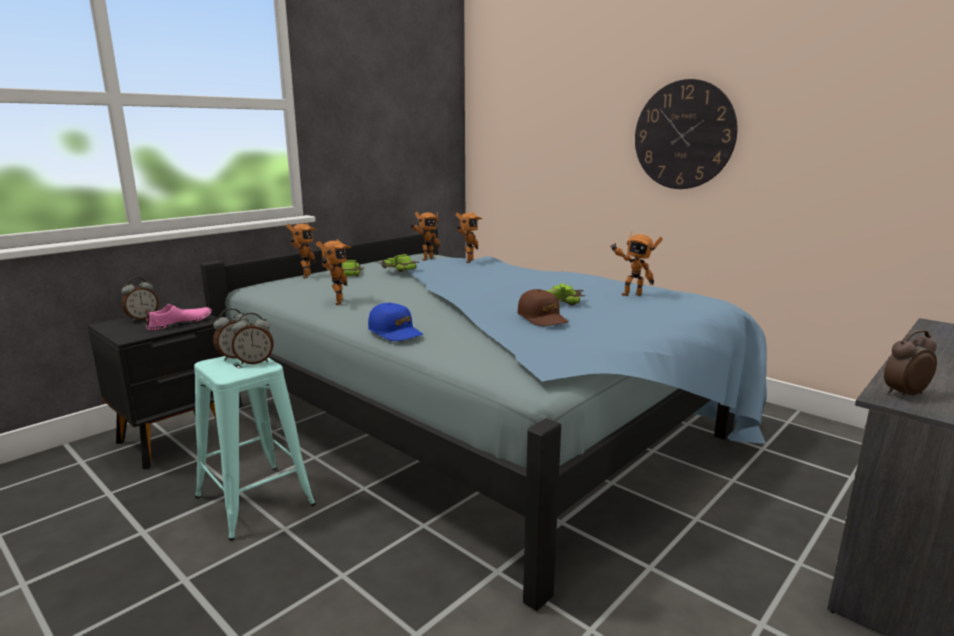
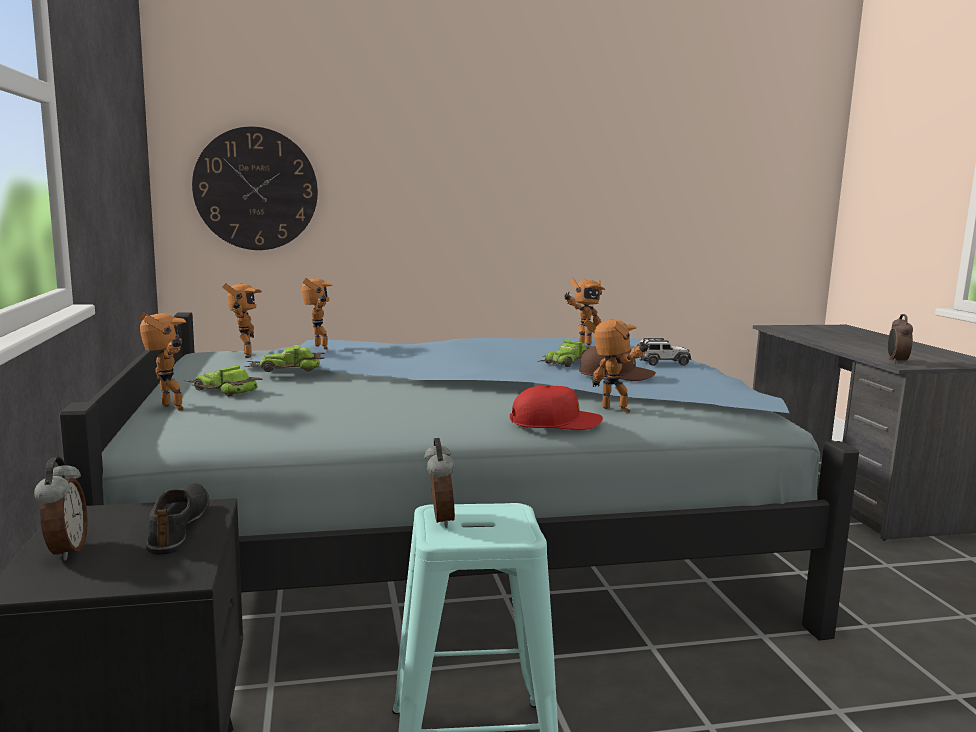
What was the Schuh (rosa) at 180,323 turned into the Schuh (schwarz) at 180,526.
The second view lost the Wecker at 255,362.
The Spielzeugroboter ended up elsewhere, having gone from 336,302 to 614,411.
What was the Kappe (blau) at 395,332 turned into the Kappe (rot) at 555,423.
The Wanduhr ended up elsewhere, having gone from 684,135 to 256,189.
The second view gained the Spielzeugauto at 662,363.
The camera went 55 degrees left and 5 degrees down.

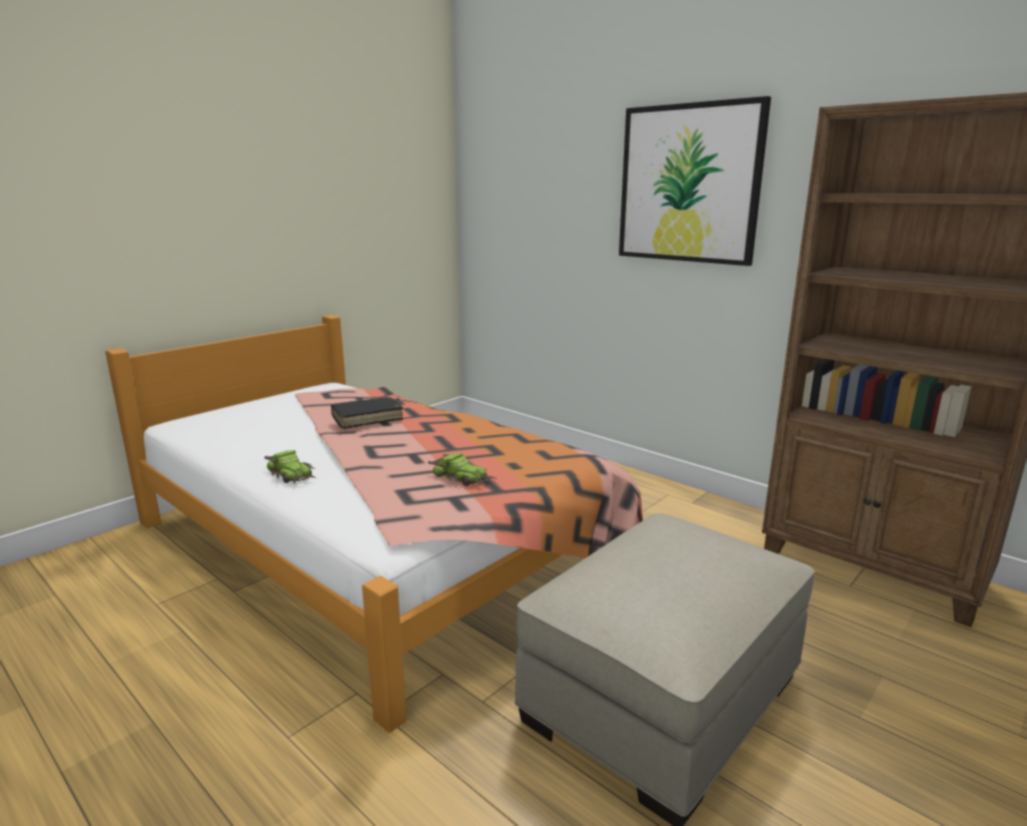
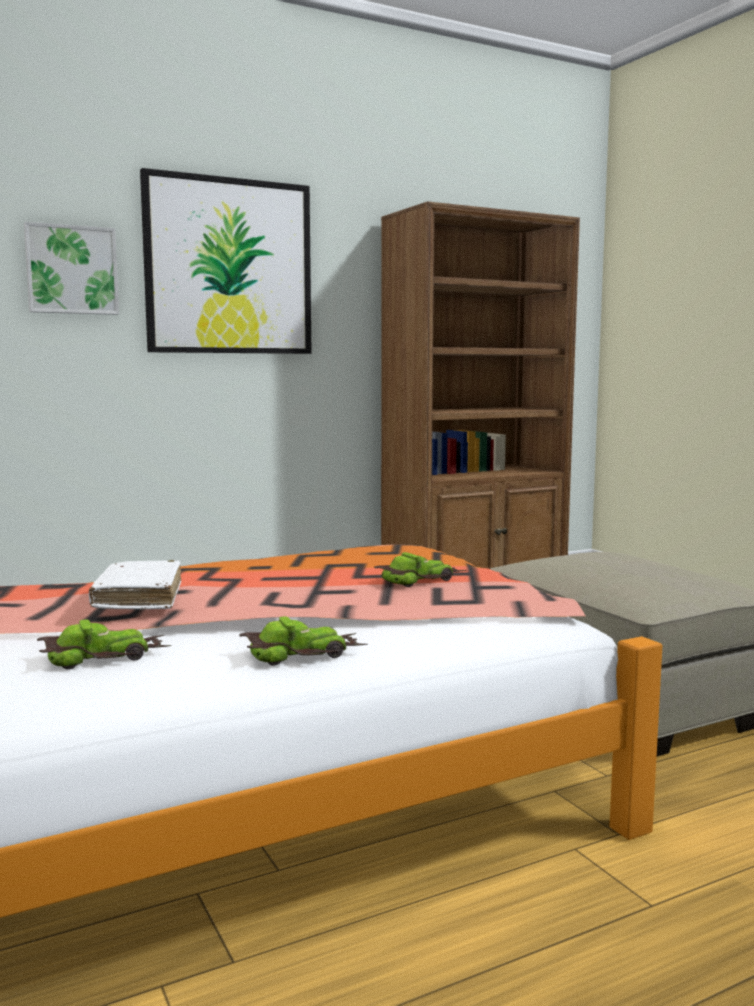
What was the Buch (schwarz) at 367,419 turned into the Buch (weiß) at 139,597.
The second view gained the Bild at 71,270.
The second view gained the Spielzeugauto at 104,657.
The camera went 70 degrees left and 10 degrees down.

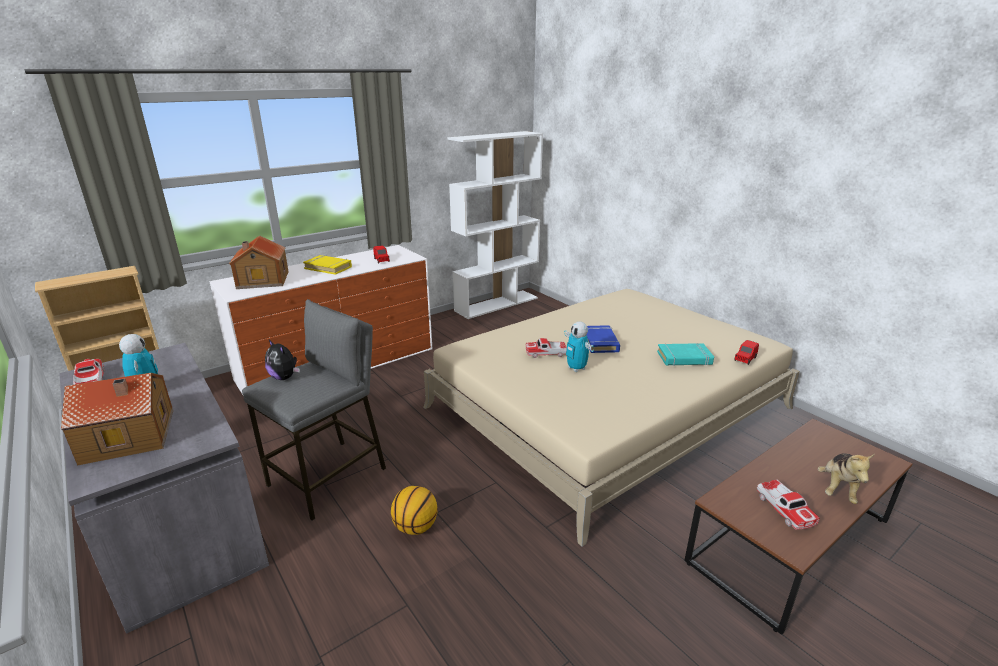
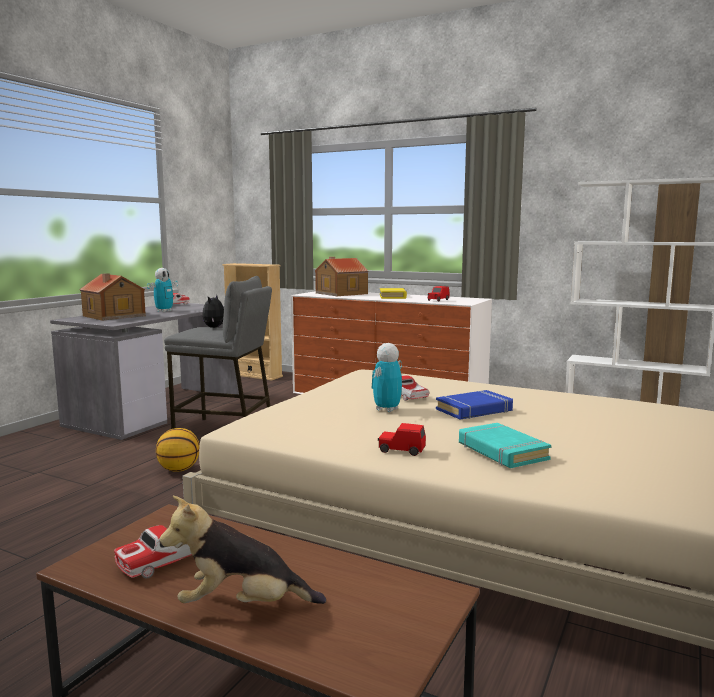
The Spielzeugauto (rot) ended up elsewhere, having gone from 745,359 to 401,450.
The camera went 65 degrees right and 15 degrees down.

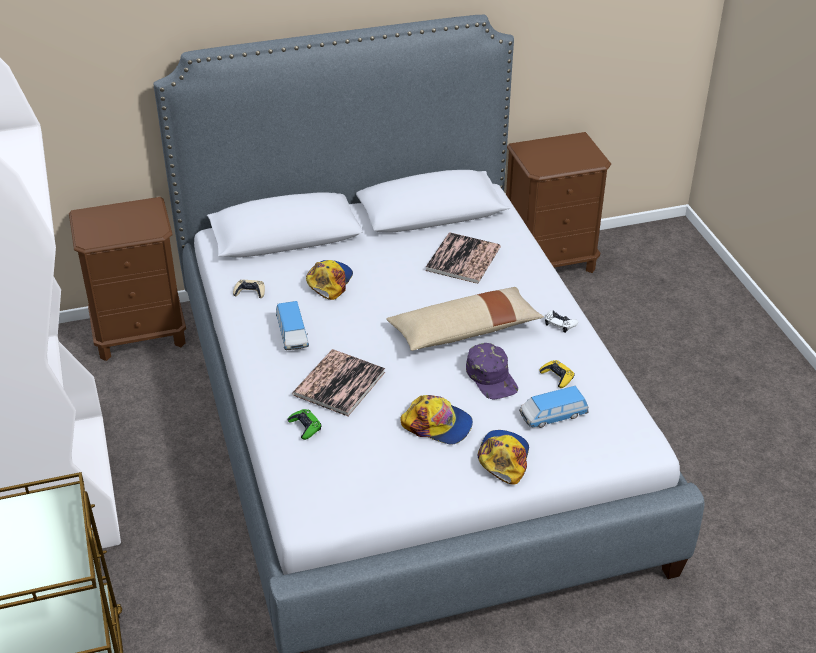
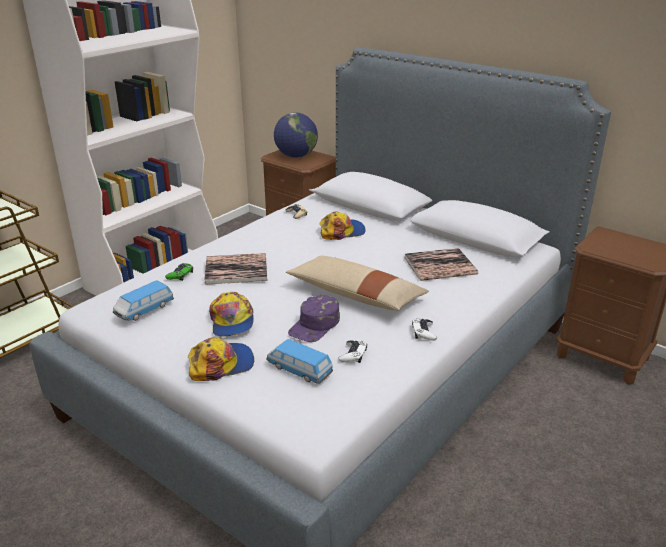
The Spielzeugauto ended up elsewhere, having gone from 292,335 to 144,310.
What was the Gamepad (gelb) at 557,376 turned into the Gamepad (weiß) at 353,354.
The second view gained the Globus at 296,156.
The camera went 55 degrees right and 10 degrees down.

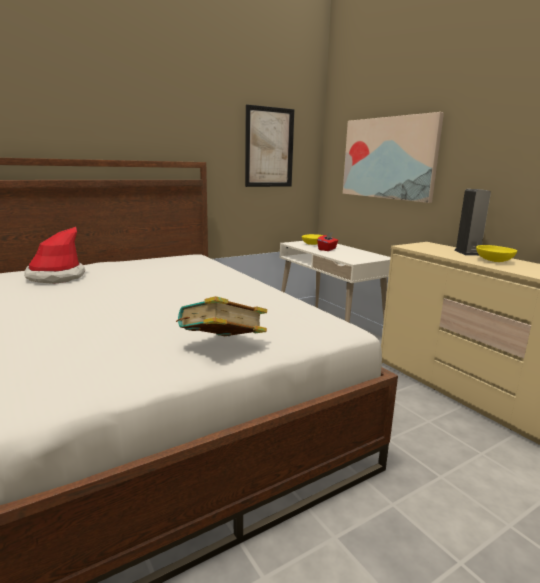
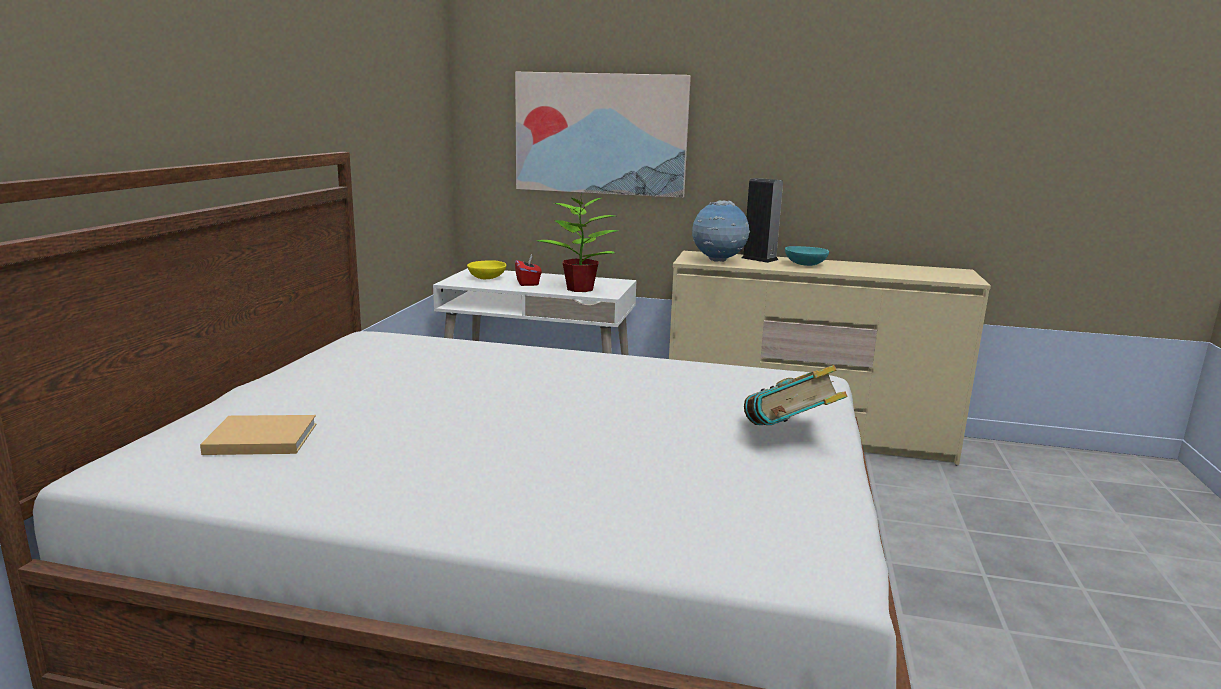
Where the Hut stood at 56,277, the Buch (beige) came to stand at 258,439.
The second view lost the Bild at 269,147.
What was the Schüssel (gelb) at 494,261 turned into the Schüssel (türkis) at 804,265.
The second view gained the Topfpflanze at 581,289.
The second view gained the Globus at 718,261.
The camera went 45 degrees left and 0 degrees up.

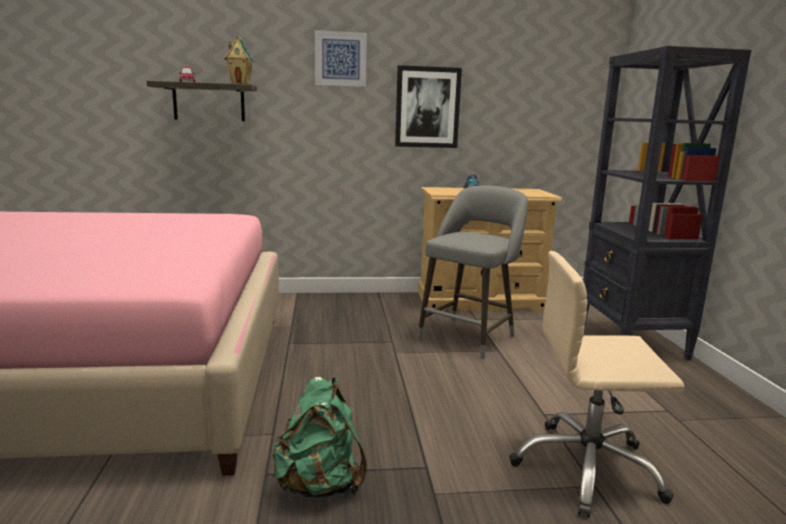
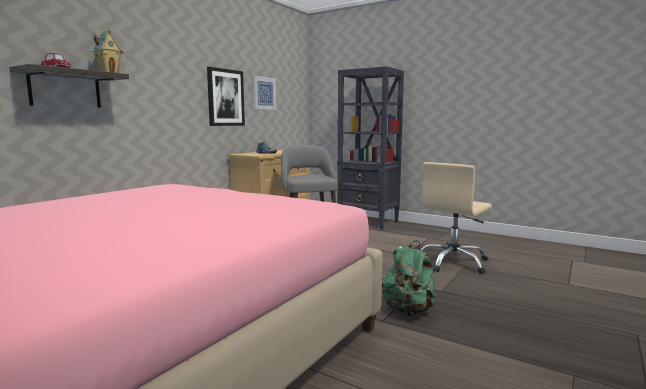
The Bild ended up elsewhere, having gone from 340,59 to 264,93.
The camera went 50 degrees left and 5 degrees down.

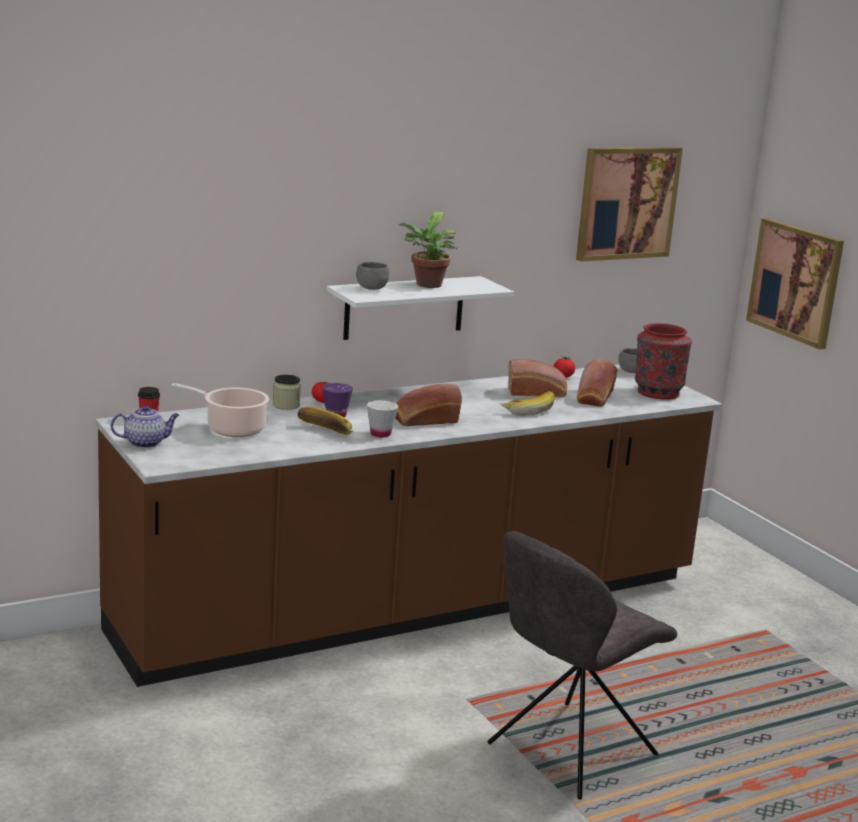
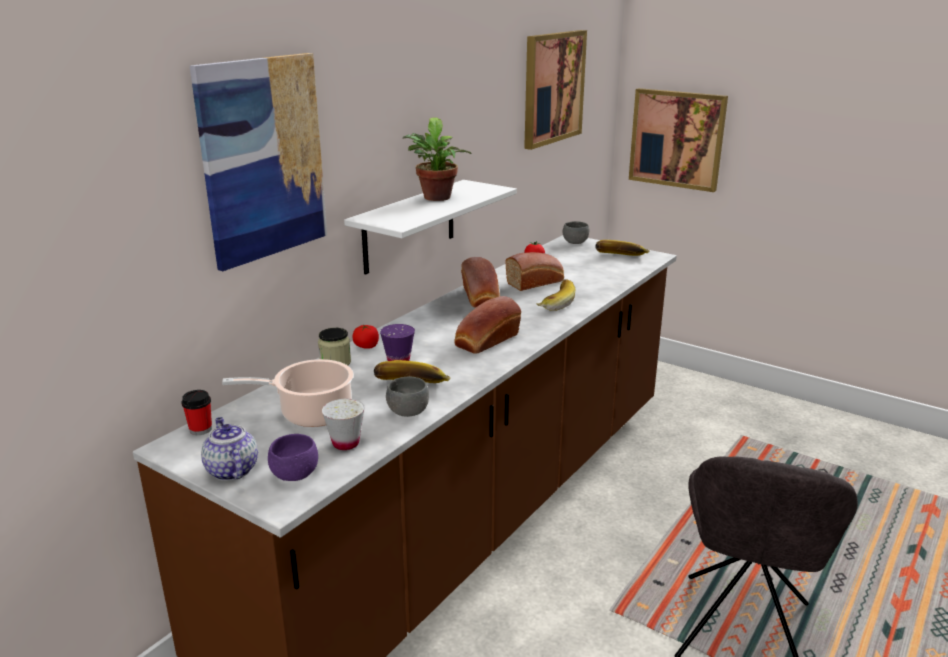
The Teekanne at 146,443 ended up facing another way, 75 degrees counterclockwise from before.
The Schüssel (grau) ended up elsewhere, having gone from 371,288 to 408,412.
The Tasse (weiß) ended up elsewhere, having gone from 380,434 to 345,443.
The Brot ended up elsewhere, having gone from 594,398 to 481,297.
Where the Vase (rot) stood at 657,392, the Banane came to stand at 620,257.
The second view gained the Bild at 263,159.
The second view gained the Schüssel (lila) at 294,475.
The camera went 25 degrees left and 5 degrees up.

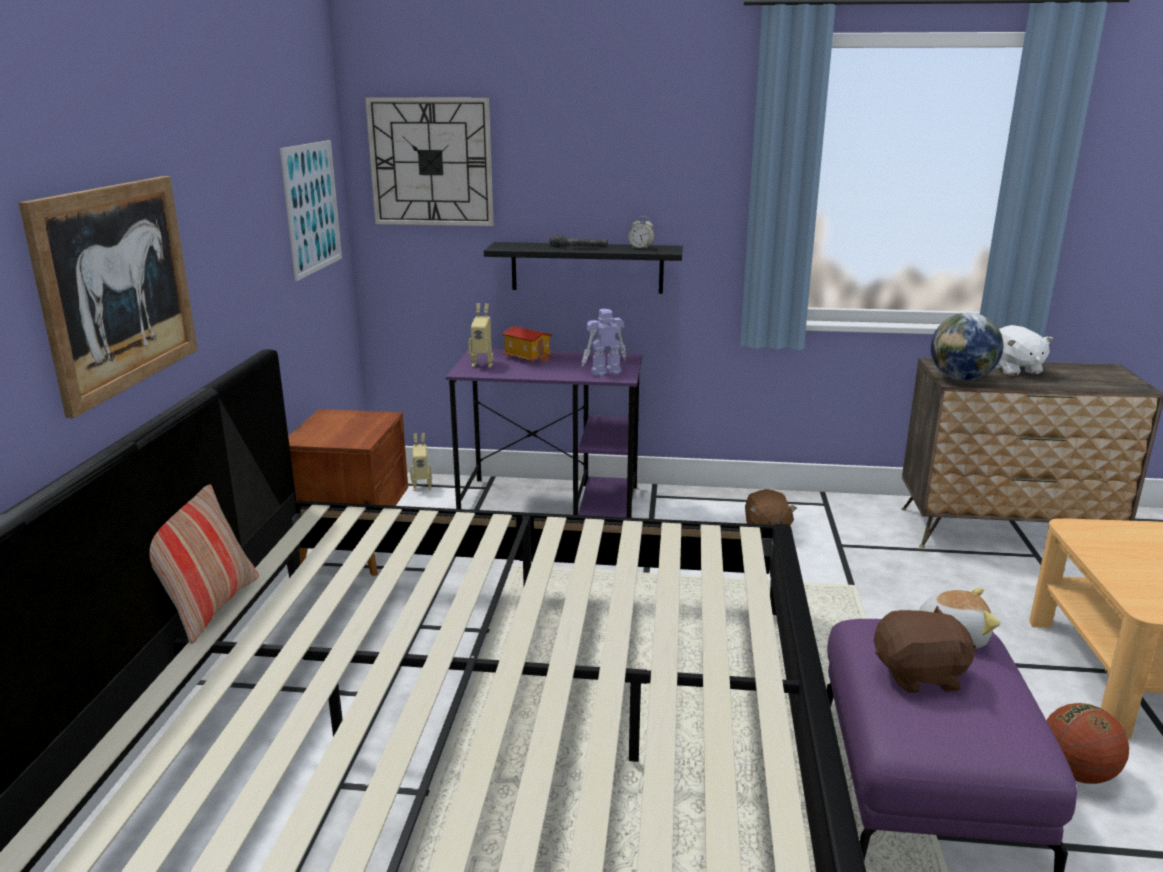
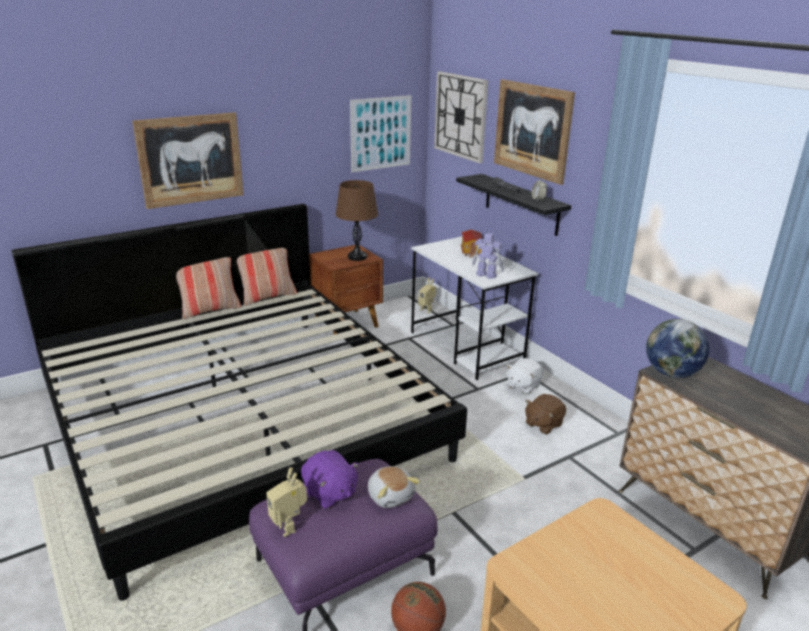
What was the Schreibtisch (lila) at 551,502 turned into the Schreibtisch (weiß) at 466,347.
The Spielzeugroboter ended up elsewhere, having gone from 483,364 to 289,526.
What was the Plüschtier (braun) at 919,675 turned into the Plüschtier (lila) at 329,493.
The Plüschtier (weiß) ended up elsewhere, having gone from 1013,370 to 523,386.
The second view gained the Kissen at 267,297.
The second view gained the Tischlampe (braun) at 357,257.
The second view gained the Bild at 532,130.
The camera went 50 degrees right and 5 degrees up.

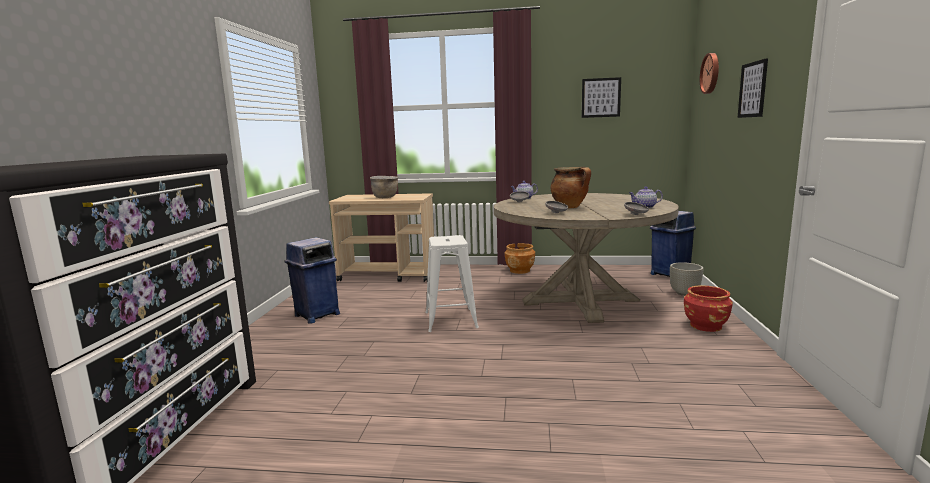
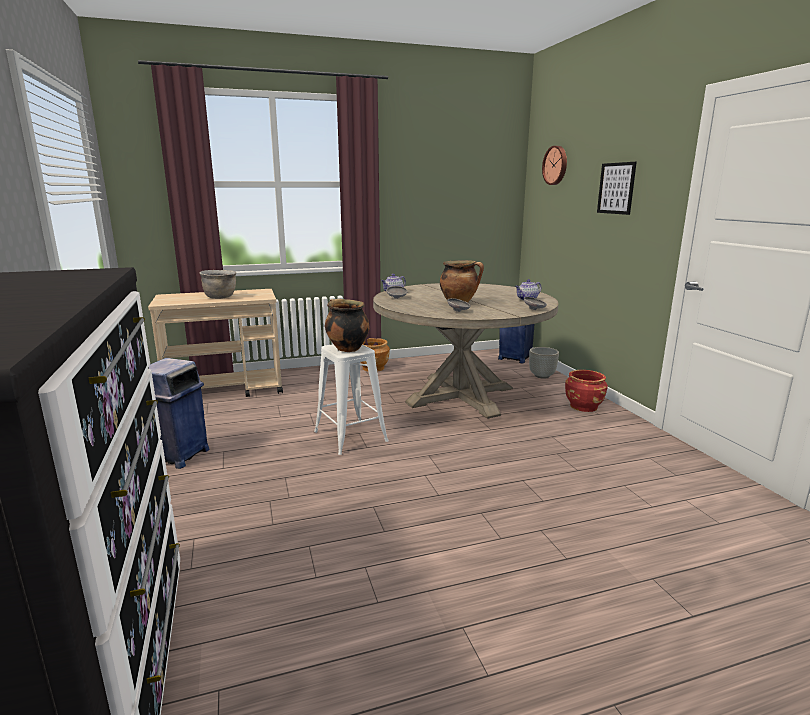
The second view lost the Bild at 601,97.
The second view gained the Kochtopf at 346,348.
The camera went 25 degrees left and 5 degrees up.

